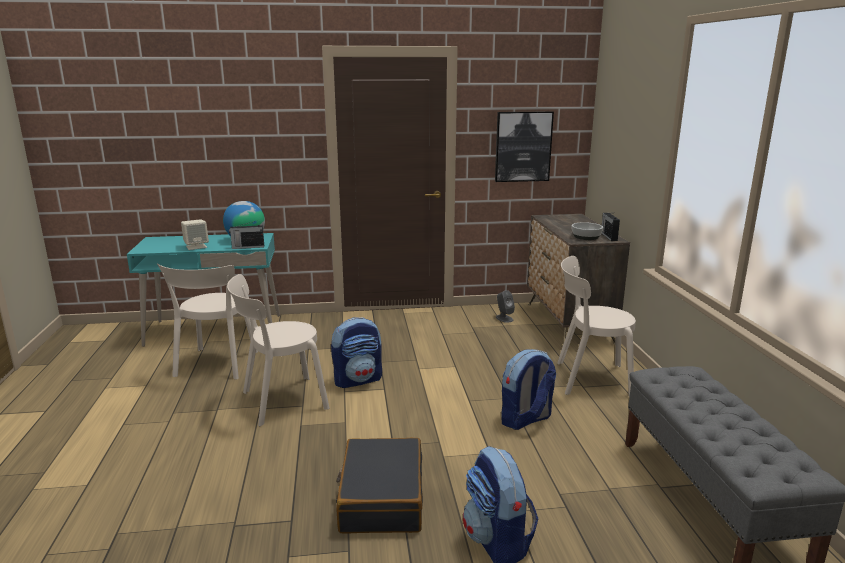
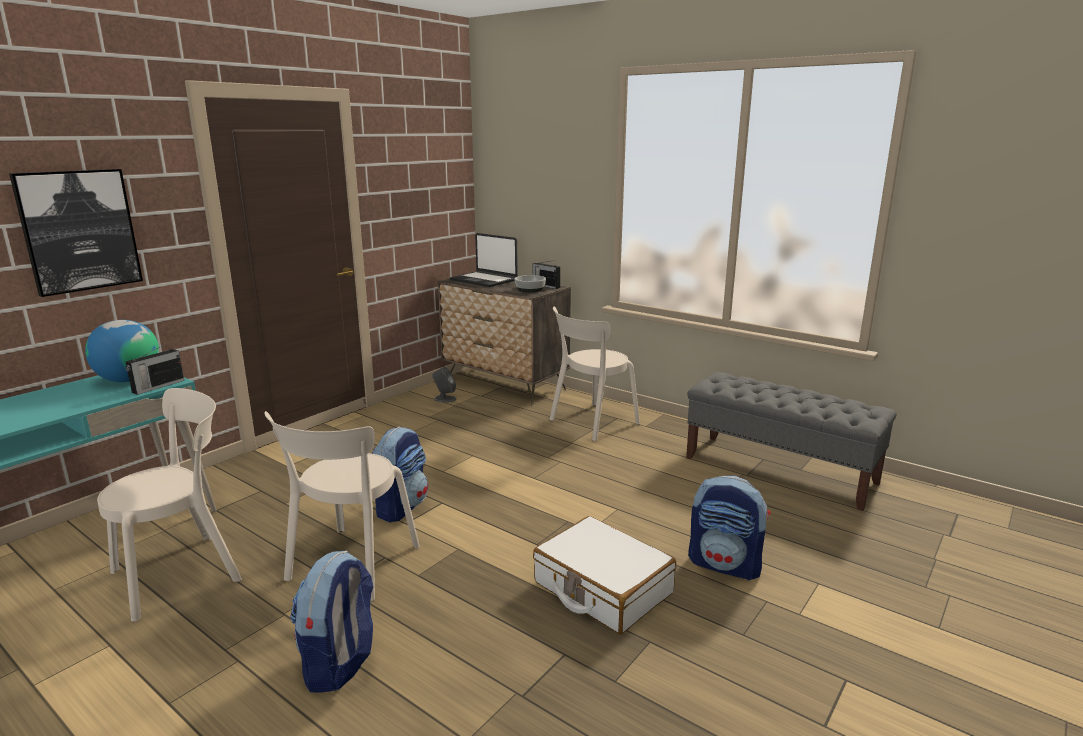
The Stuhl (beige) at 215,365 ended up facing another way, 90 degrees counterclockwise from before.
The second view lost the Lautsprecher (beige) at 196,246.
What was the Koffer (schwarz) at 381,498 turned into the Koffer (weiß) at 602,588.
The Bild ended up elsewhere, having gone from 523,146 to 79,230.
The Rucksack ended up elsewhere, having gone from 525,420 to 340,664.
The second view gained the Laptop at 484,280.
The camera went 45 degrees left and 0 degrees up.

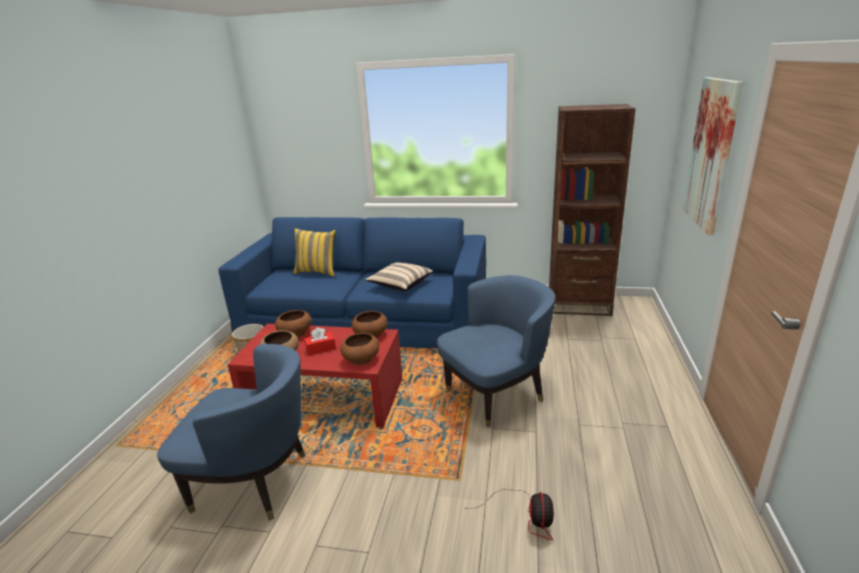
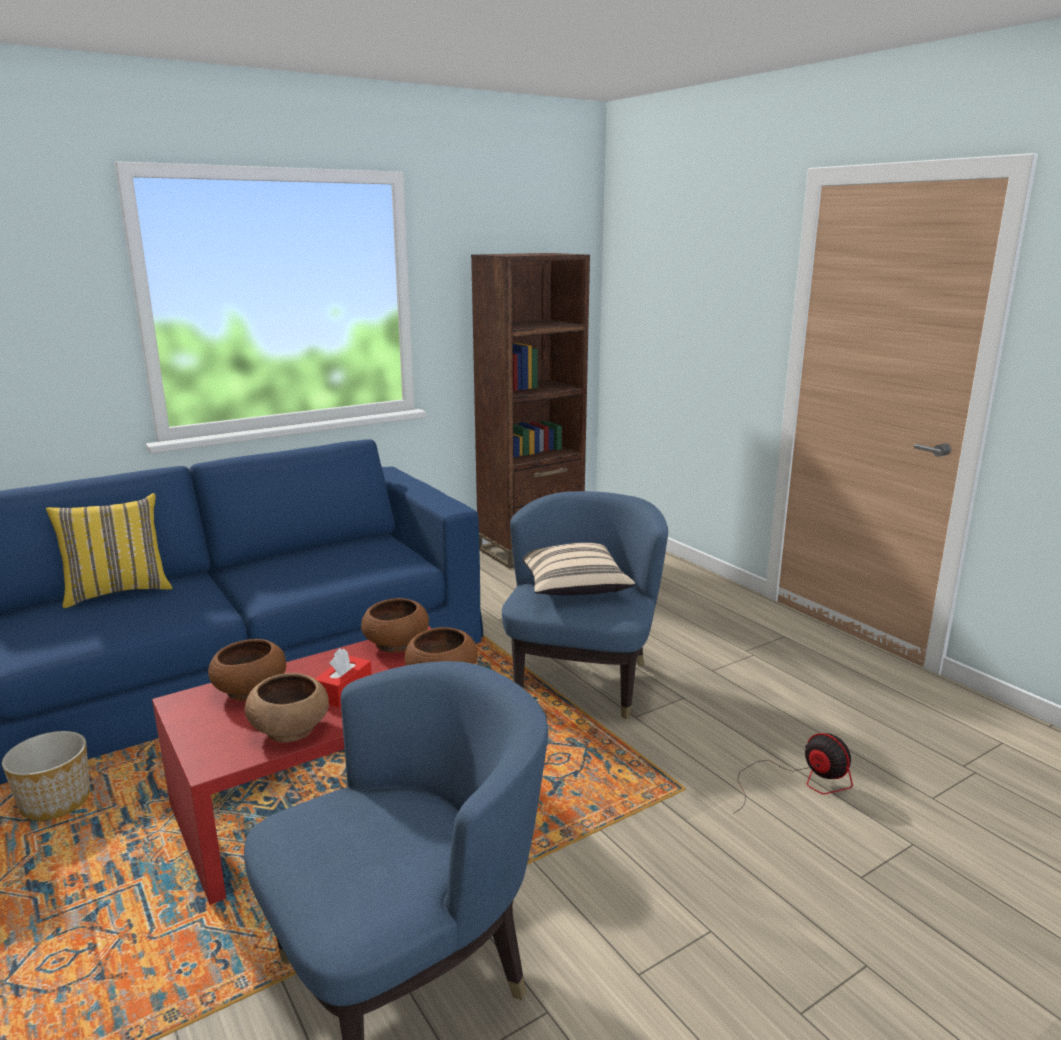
The Kissen (beige) ended up elsewhere, having gone from 400,285 to 572,587.
The second view lost the Bild at 711,154.
The camera went 45 degrees left and 5 degrees down.

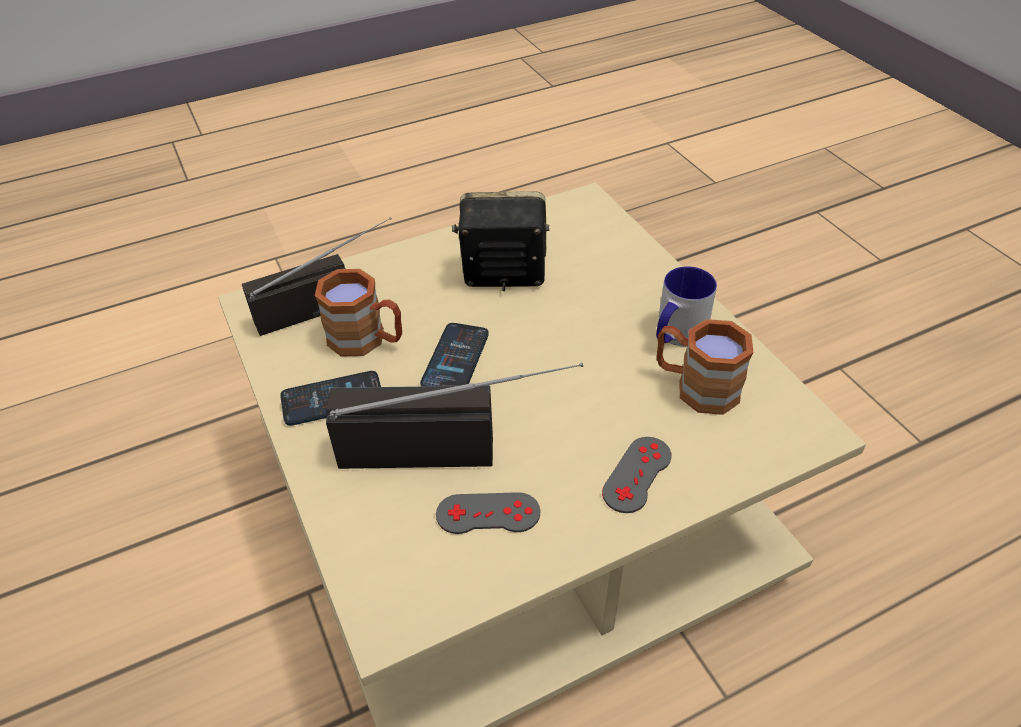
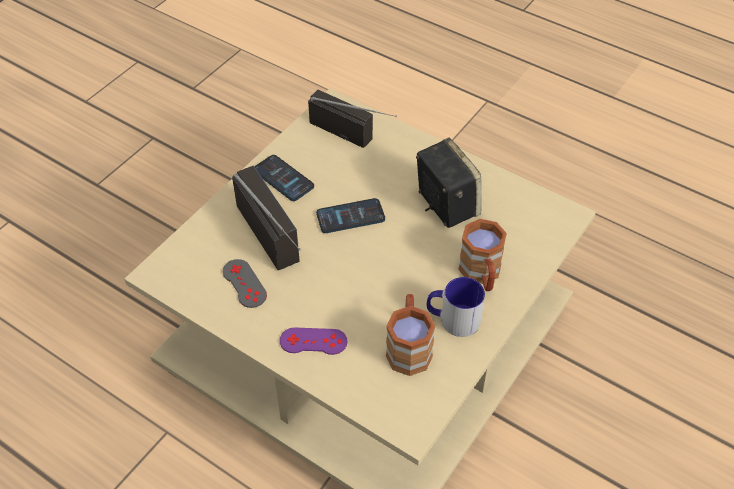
The Henkelbecher (braun) ended up elsewhere, having gone from 367,340 to 481,274.
What was the Gamepad (grau) at 637,474 turned into the Gamepad (lila) at 313,341.
The camera went 60 degrees right and 5 degrees up.

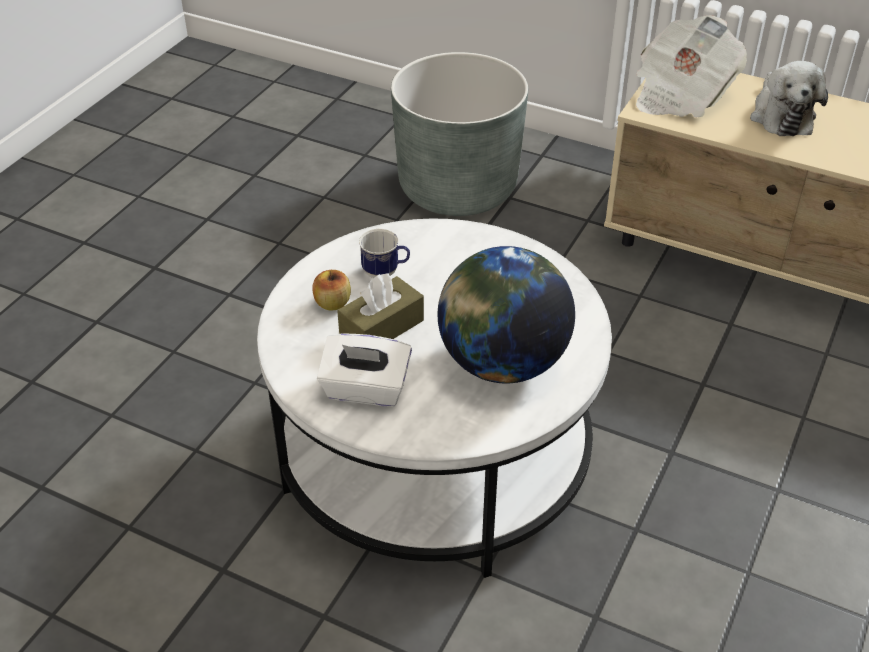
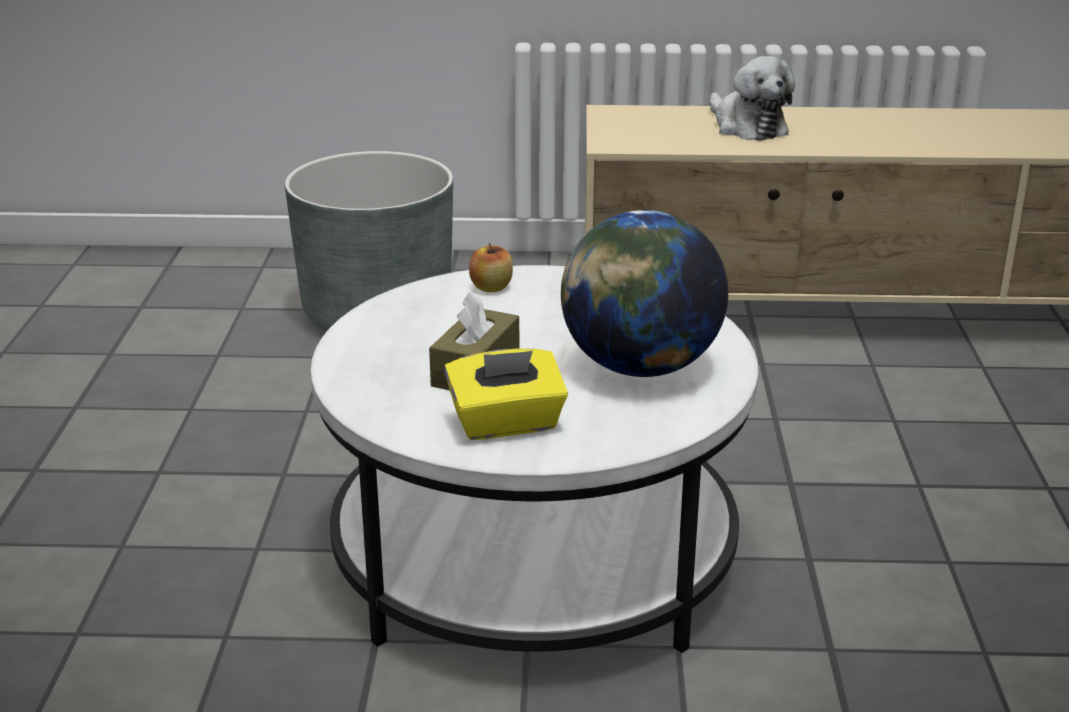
The Apfel ended up elsewhere, having gone from 332,303 to 491,287.
What was the Taschentuchbox (weiß) at 365,390 turned into the Taschentuchbox (gelb) at 506,424.
The second view lost the Henkelbecher at 385,272.
The second view lost the Zeitung at 681,94.
The camera went 25 degrees left and 15 degrees down.

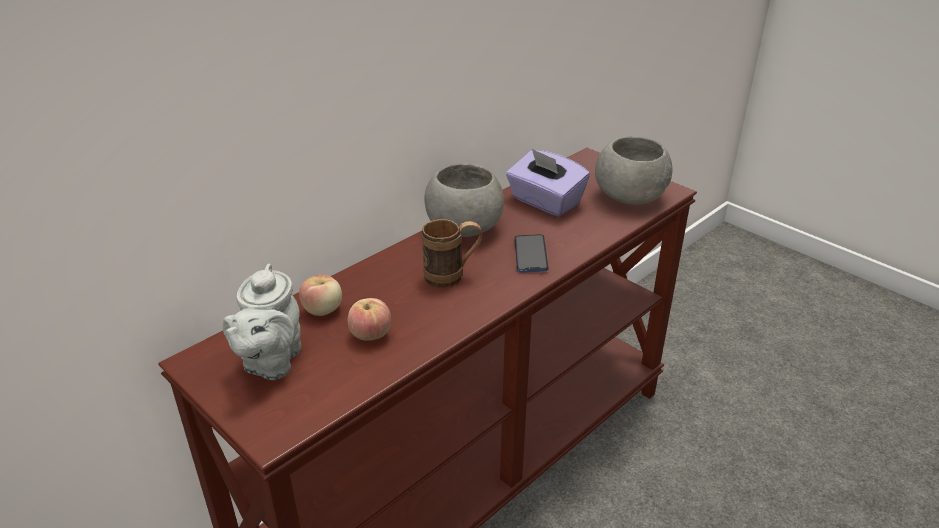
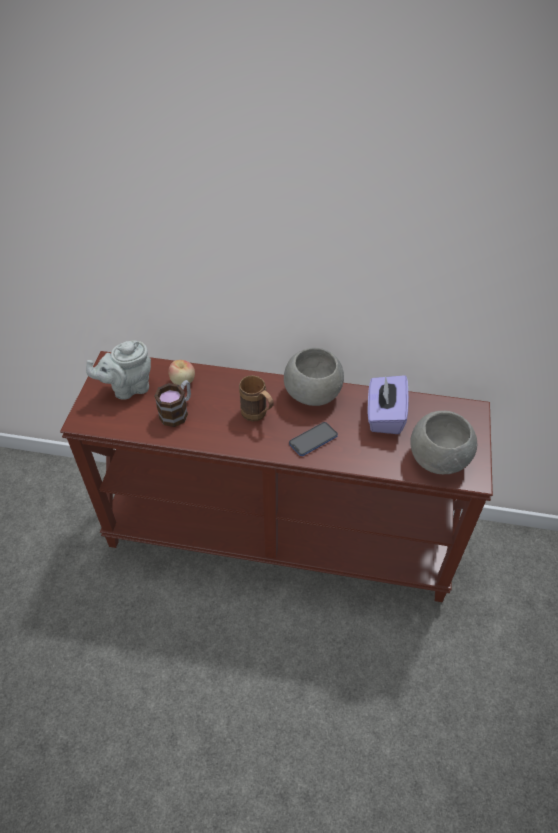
Where the Apfel stood at 370,334, the Henkelbecher came to stand at 177,411.
The camera went 55 degrees right and 15 degrees up.

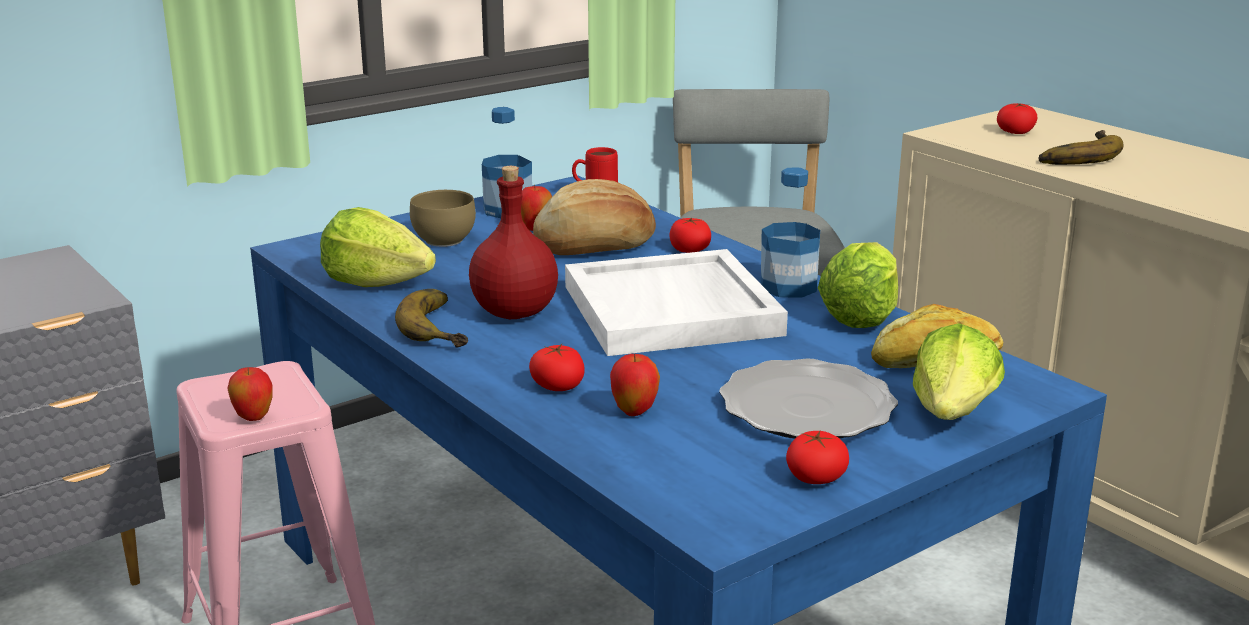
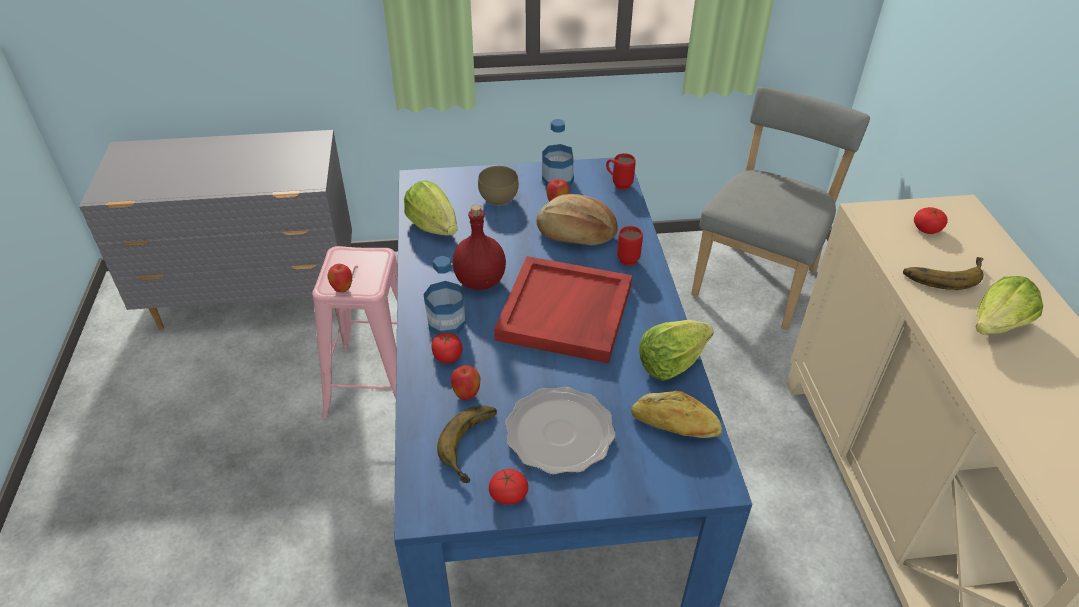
The Banane ended up elsewhere, having gone from 445,326 to 476,445.
What was the Tablett (weiß) at 673,310 turned into the Tablett (rot) at 566,313.
Where the Tomate stood at 690,249, the Henkelbecher (rot) came to stand at 628,257.
The Flasche ended up elsewhere, having gone from 788,287 to 446,323.
The Salatkopf ended up elsewhere, having gone from 953,412 to 998,325.
The camera went 30 degrees right and 20 degrees up.

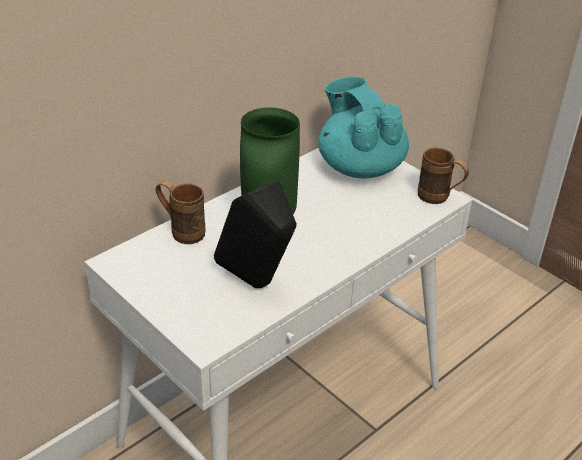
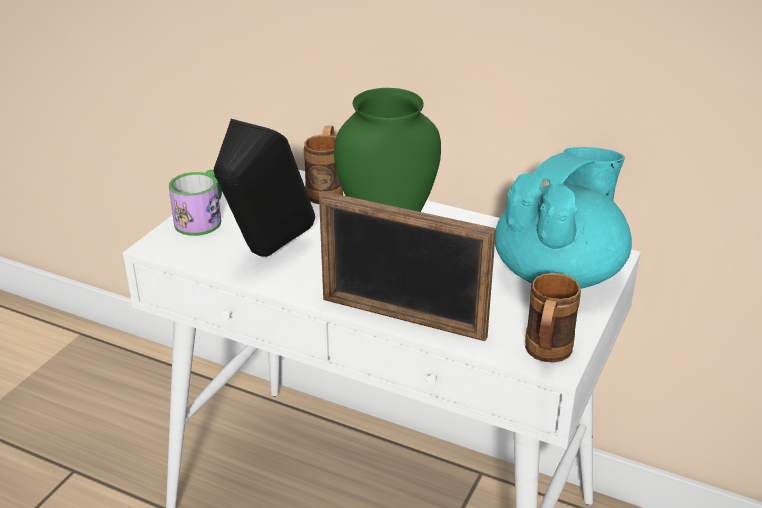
The second view gained the Henkelbecher at 203,219.
The second view gained the Bilderrahmen at 402,318.
The camera went 70 degrees right and 5 degrees down.

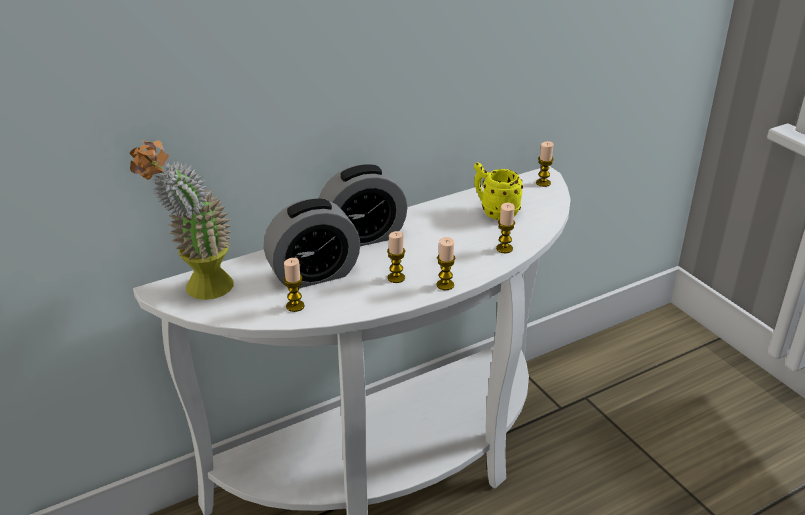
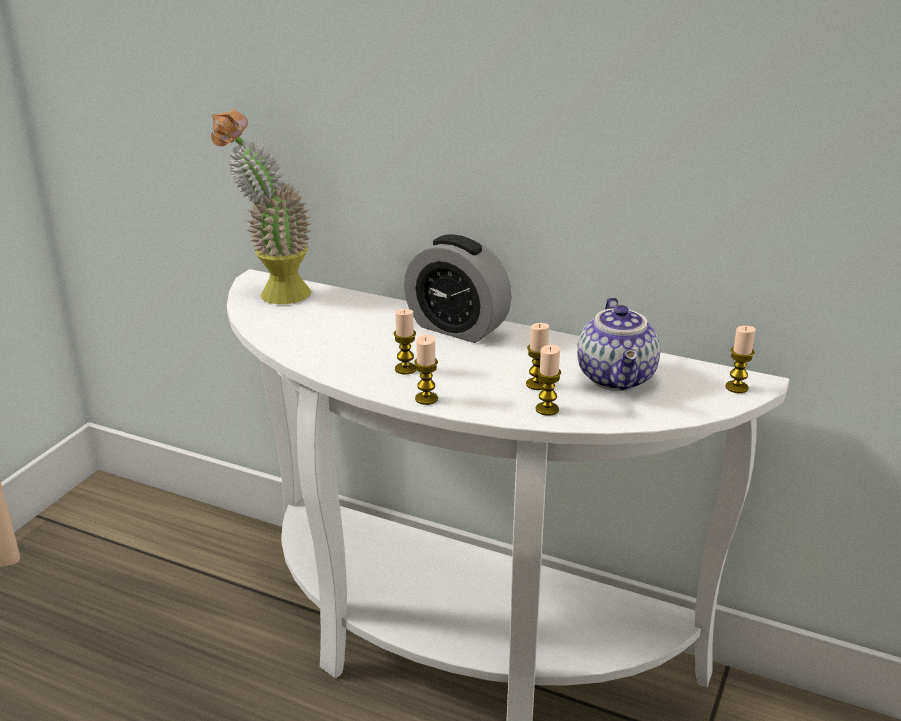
The second view lost the Wecker at 314,275.
The Kerze ended up elsewhere, having gone from 295,306 to 537,384.
Where the Henkelbecher (gelb) stood at 494,211, the Teekanne came to stand at 618,378.
The camera went 55 degrees right and 5 degrees down.

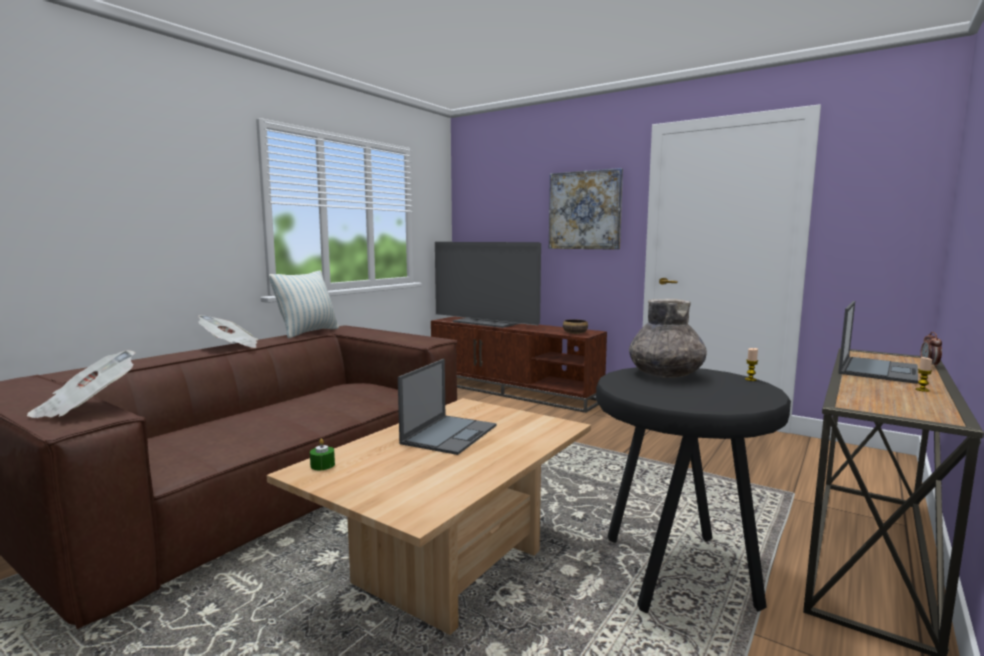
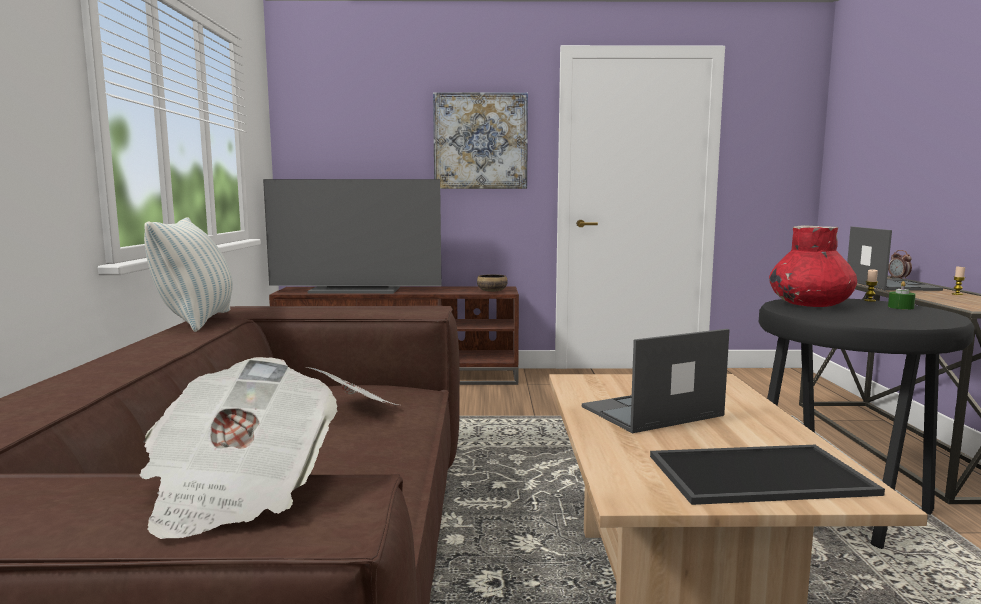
The Zeitung ended up elsewhere, having gone from 231,346 to 354,410.
The Kerze (grün) ended up elsewhere, having gone from 322,465 to 900,307.
The Laptop at 450,434 ended up facing another way, 105 degrees counterclockwise from before.
What was the Vase (grau) at 665,374 turned into the Vase (rot) at 810,305.
The second view gained the Tablett at 759,473.
The camera went 35 degrees left and 0 degrees up.

